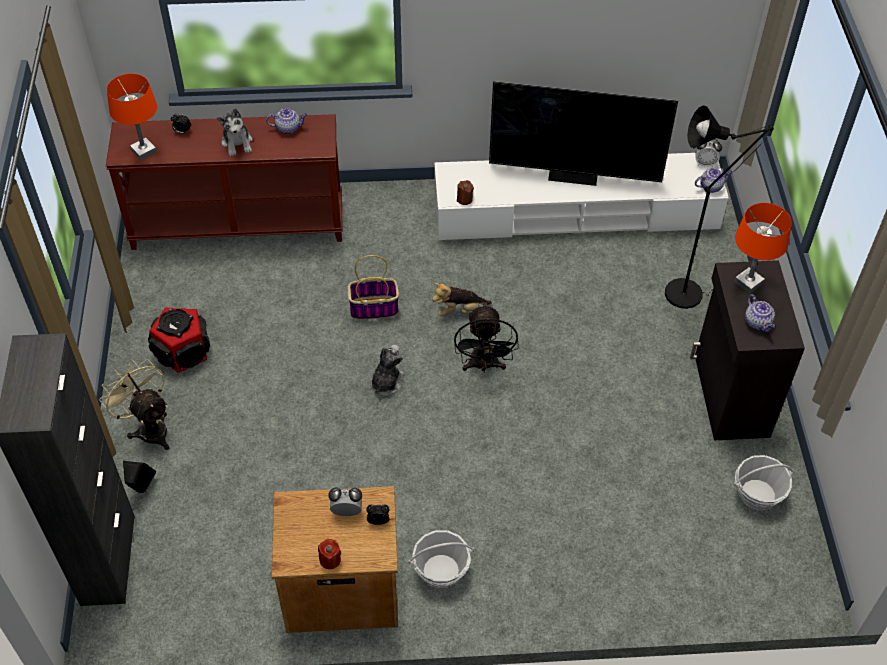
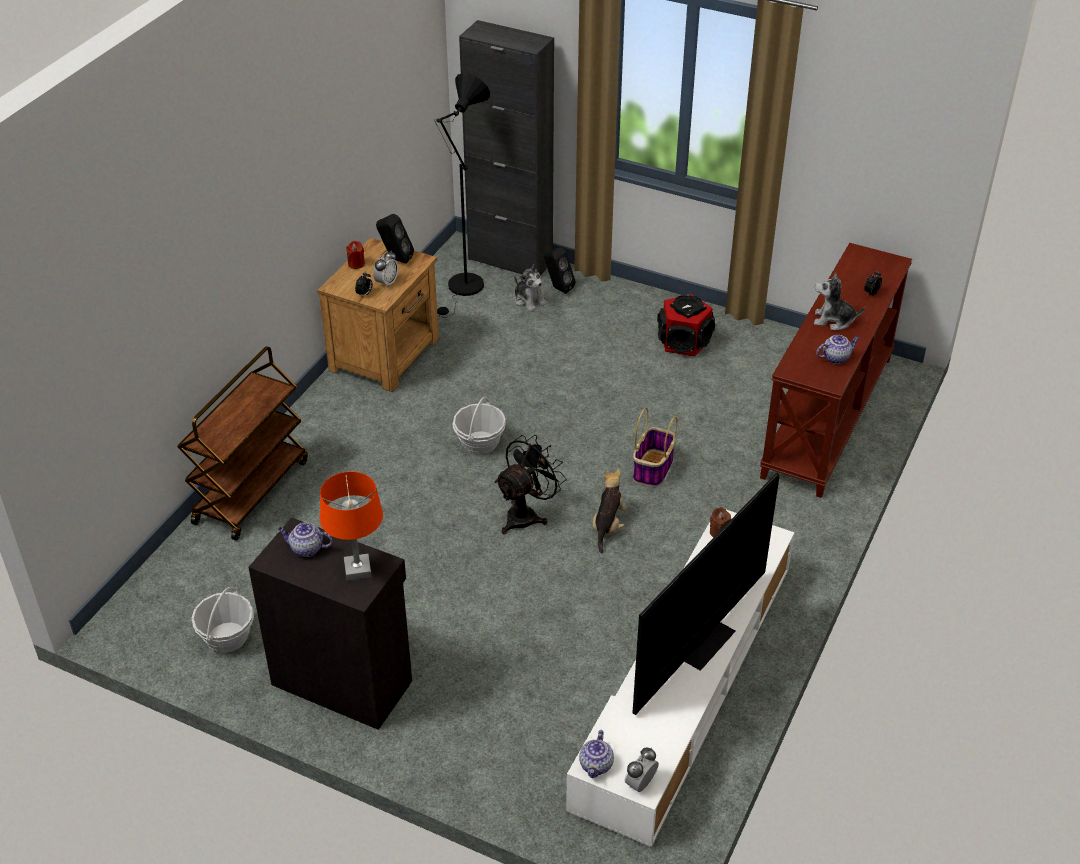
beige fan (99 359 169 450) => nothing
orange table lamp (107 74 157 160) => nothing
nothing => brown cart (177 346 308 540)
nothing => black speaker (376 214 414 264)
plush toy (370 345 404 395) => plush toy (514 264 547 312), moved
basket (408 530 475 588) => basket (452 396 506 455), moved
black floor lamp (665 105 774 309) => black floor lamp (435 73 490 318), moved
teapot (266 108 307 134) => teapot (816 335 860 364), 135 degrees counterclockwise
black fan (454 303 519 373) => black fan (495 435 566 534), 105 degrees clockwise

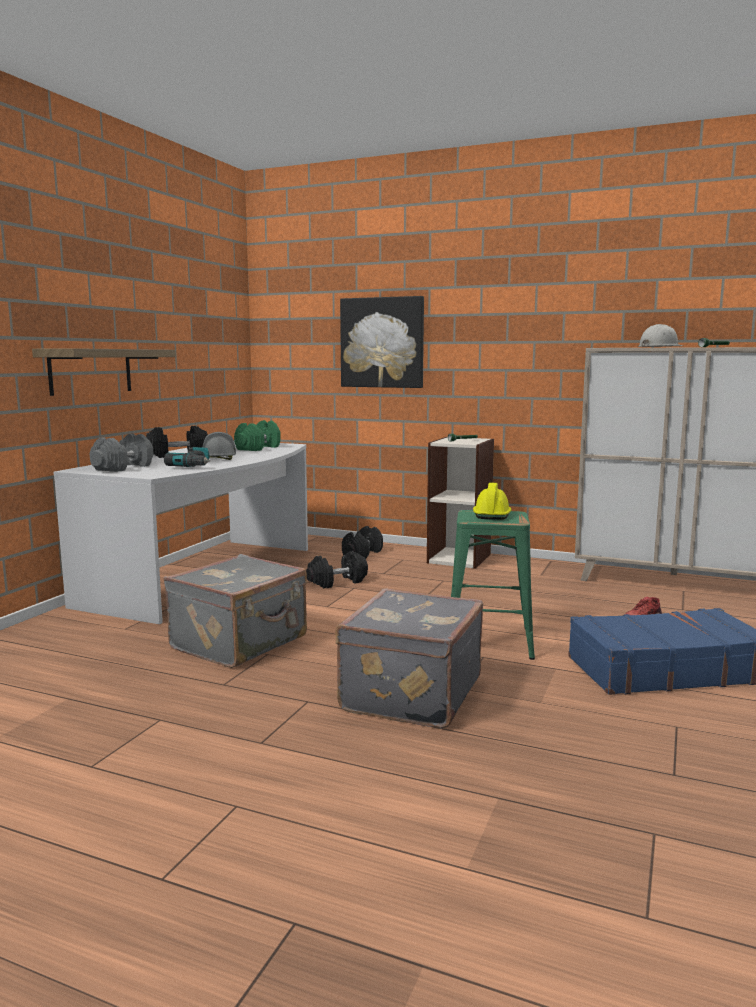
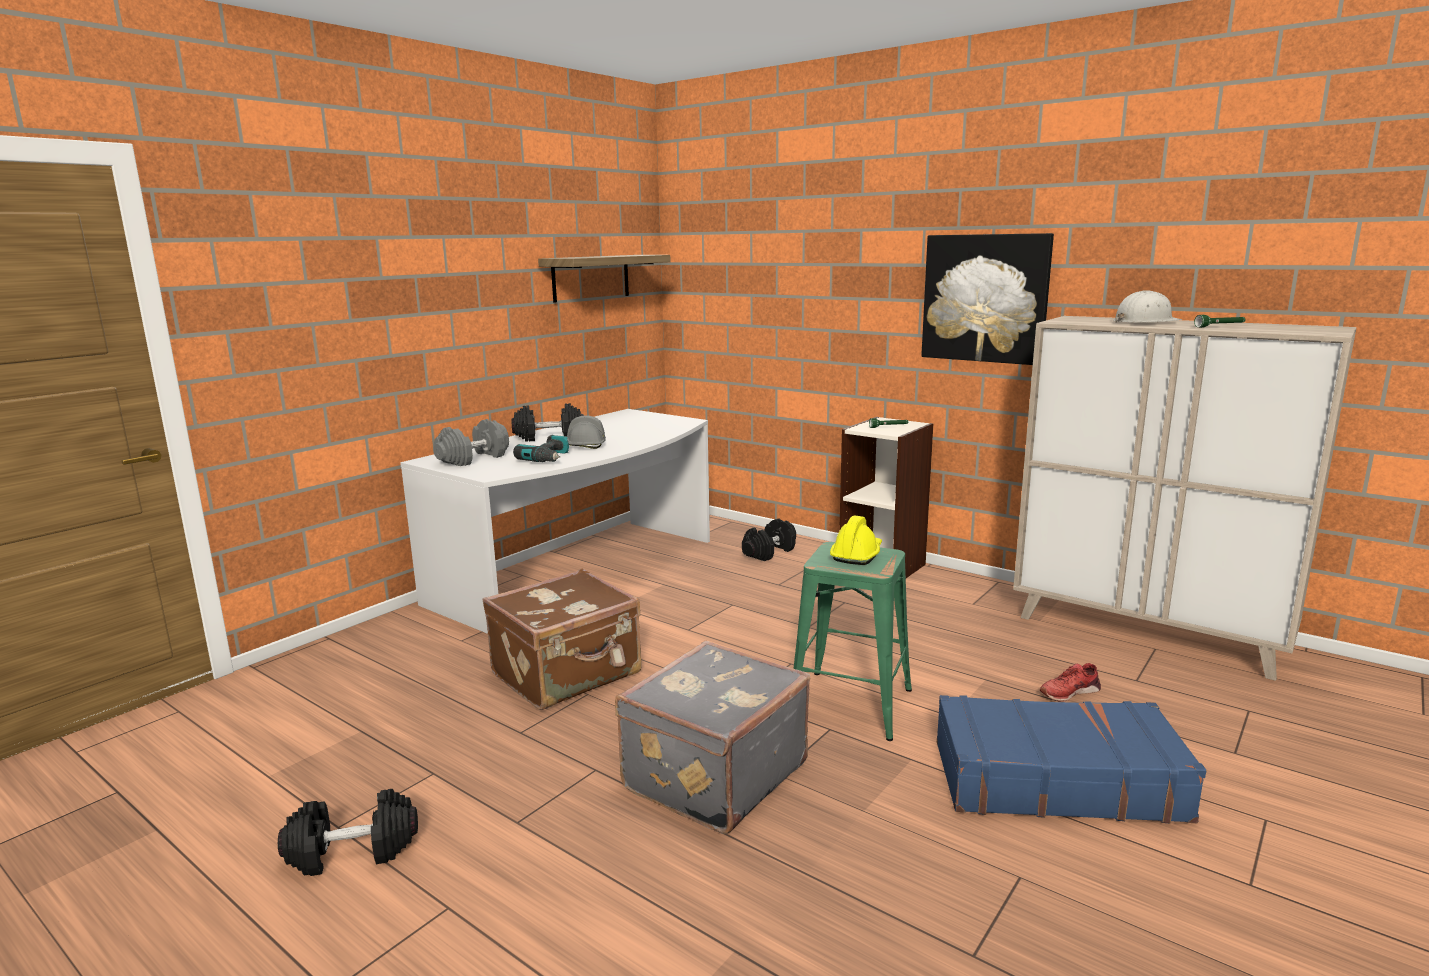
green dumbbell (234 420 281 451) => nothing
shelf (32 348 176 396) => shelf (538 255 671 303), moved
black dumbbell (306 551 368 588) => black dumbbell (278 789 418 876), moved
picture (340 296 424 388) => picture (921 233 1054 365), moved
grey suitcase (164 554 307 668) => brown suitcase (482 568 642 710)

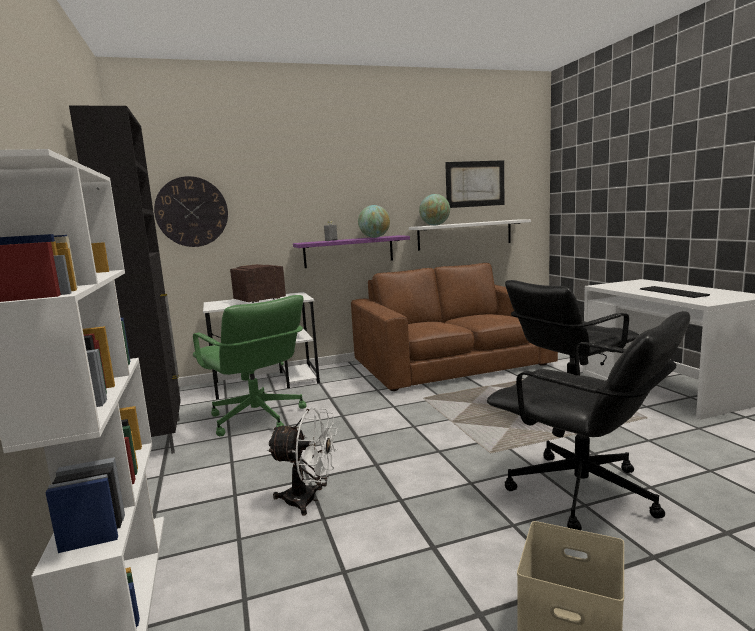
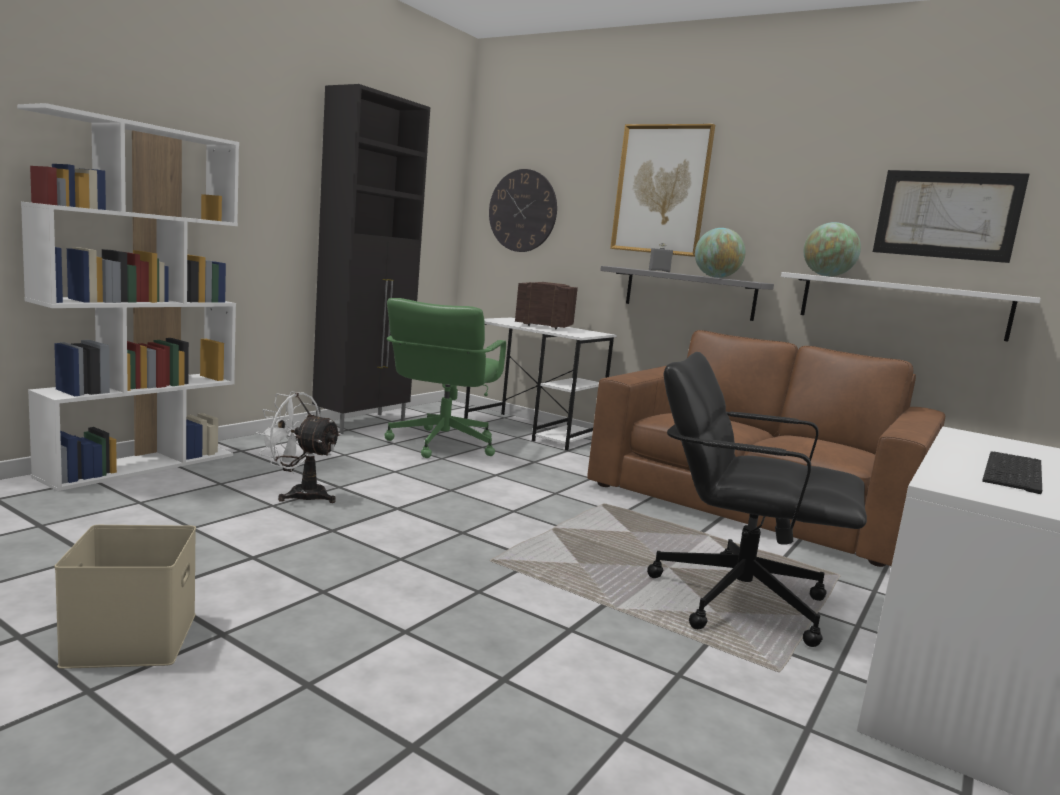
black office chair (487 311 690 530) => nothing
nothing => picture (610 124 715 257)
purple shelf (293 235 410 268) => grey shelf (600 266 774 321)
white fan (267 407 337 516) => white fan (256 391 342 503), 135 degrees clockwise

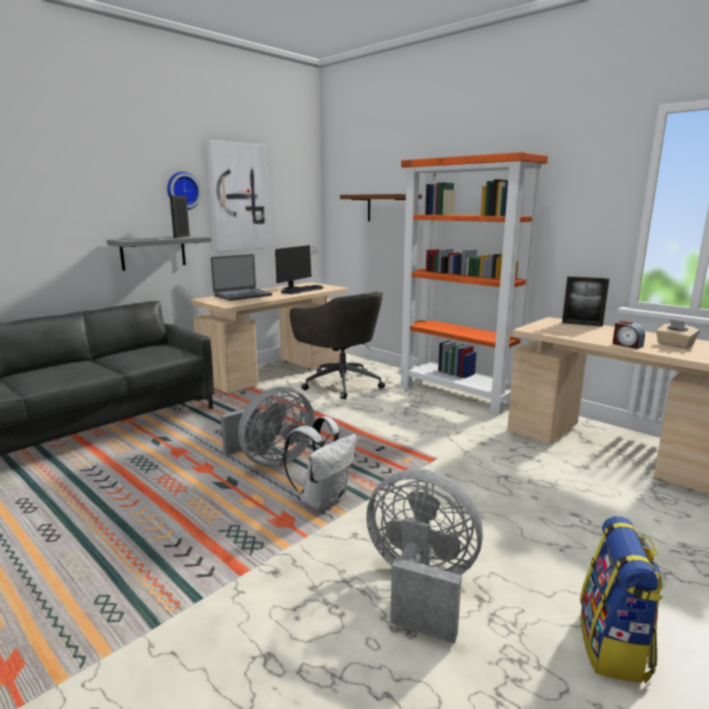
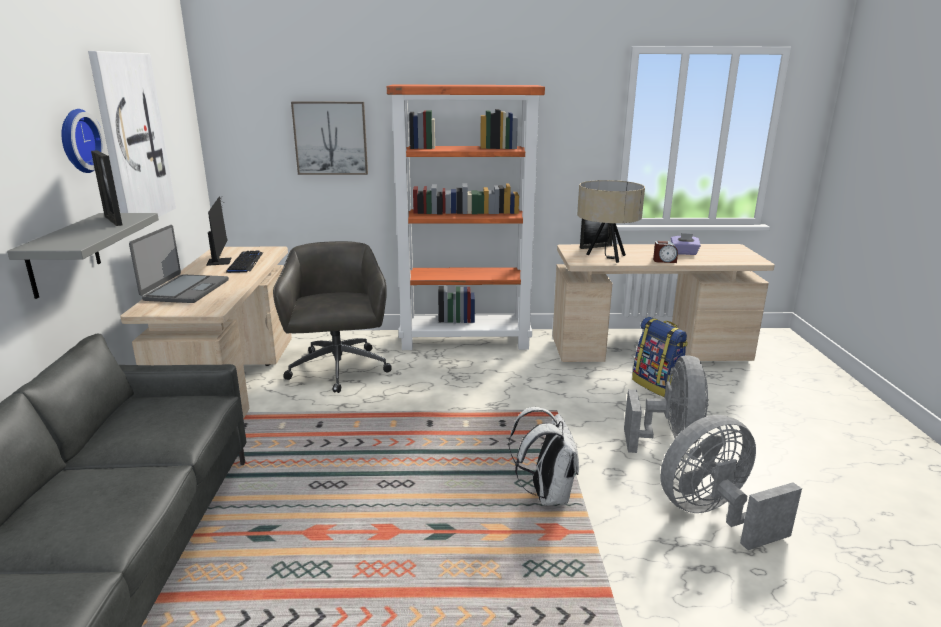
nothing => beige table lamp (577 180 645 263)
grey fan (220 387 315 468) => grey fan (624 355 709 453), moved
backpack (580 516 663 684) => backpack (632 317 688 397), moved
brown shelf (340 194 422 221) => picture (291 101 368 175)
beige tissue box (656 319 700 349) => purple tissue box (671 233 701 255)
grey office chair (290 291 385 399) => grey office chair (273 241 392 393), 105 degrees counterclockwise

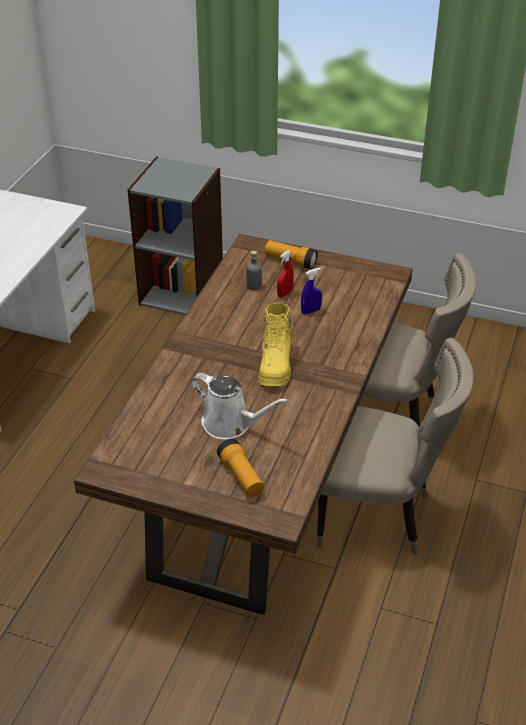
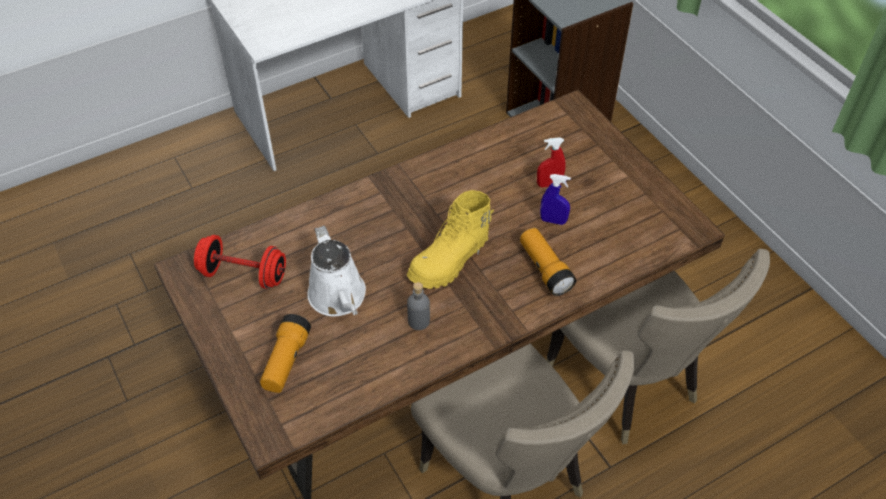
nothing => red dumbbell (194 235 286 289)
grey bottle (246 251 262 290) => grey bottle (407 282 430 330), moved
flashlight (265 240 318 269) => flashlight (520 228 576 296), moved

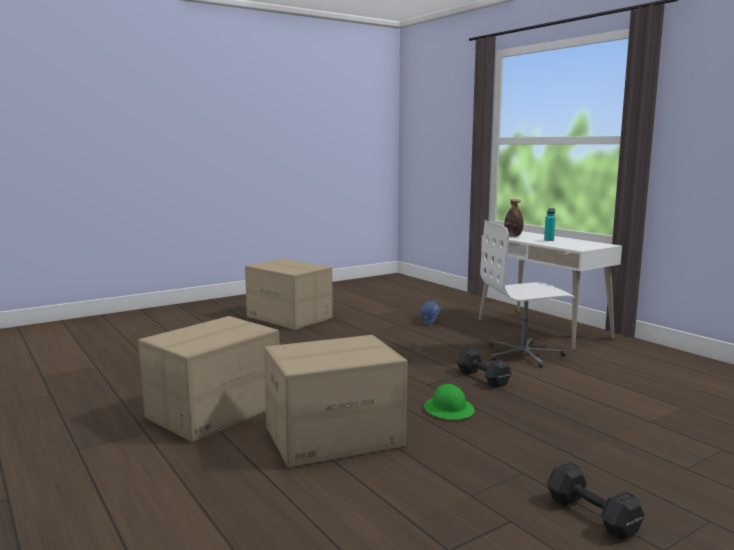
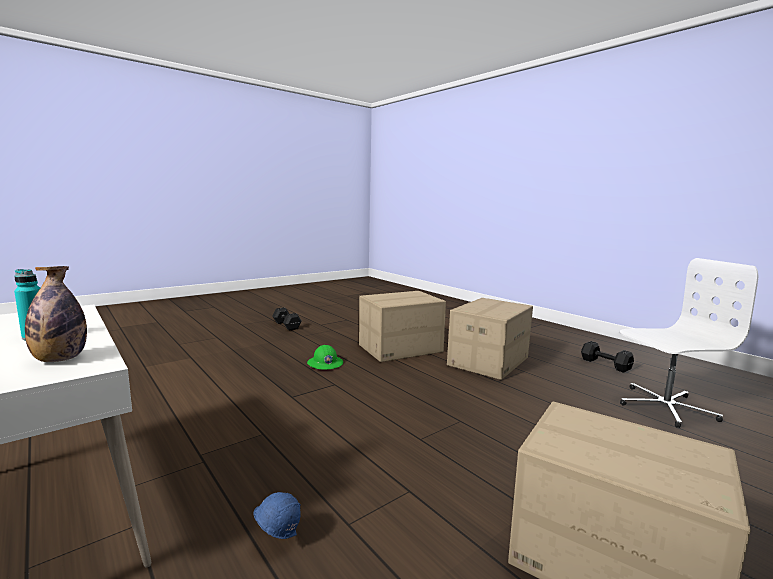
black dumbbell (457 348 511 388) => black dumbbell (581 341 634 373), moved
white office chair (480 220 575 368) => white office chair (619 258 758 428), moved

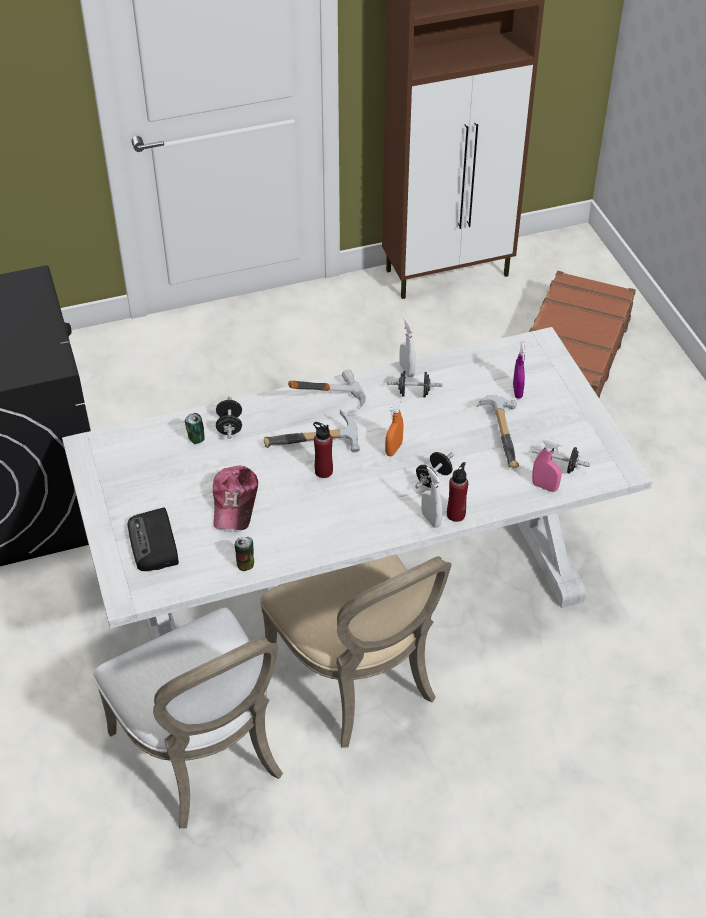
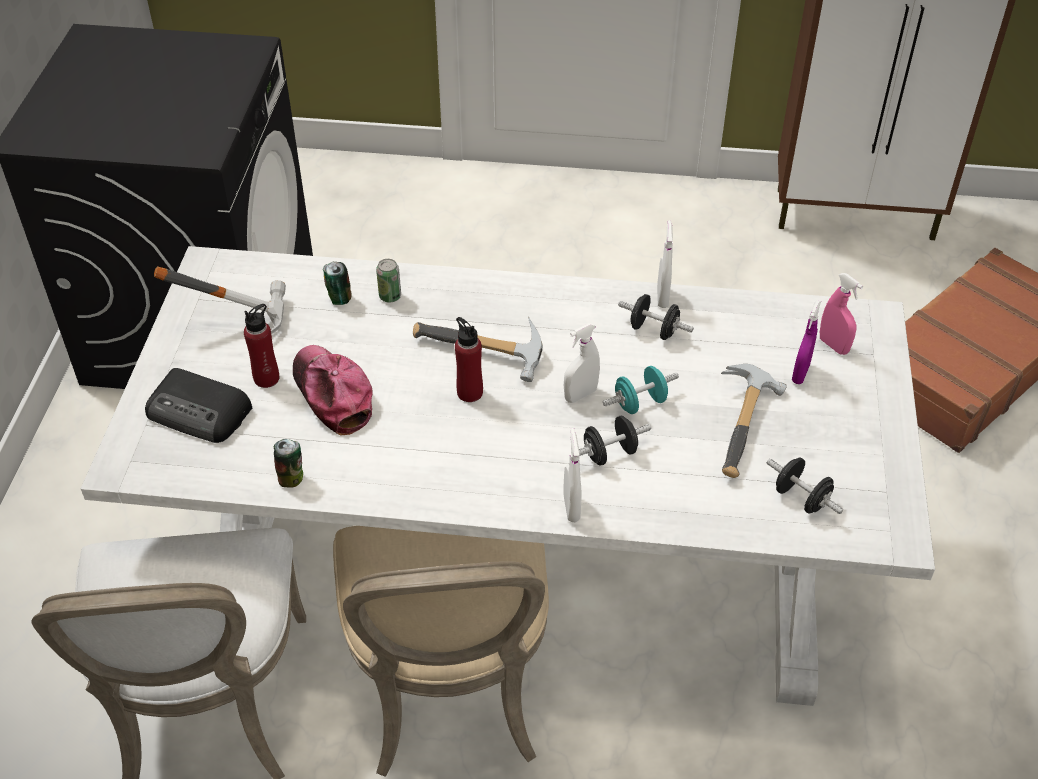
nothing => turquoise dumbbell (603 366 679 414)
hammer (288 369 366 410) => hammer (154 266 286 335), moved
red bottle (447 462 468 522) => red bottle (244 304 279 388), moved
pink spray bottle (532 438 563 492) => pink spray bottle (820 273 863 355), moved
black dumbbell (216 396 242 439) => can (376 259 401 303)
orange spray bottle (385 399 404 456) => white spray bottle (564 323 600 403)
radio (128 507 179 571) => radio (145 368 252 443), 75 degrees counterclockwise
cap (213 465 258 530) => cap (293 345 373 436), 120 degrees clockwise

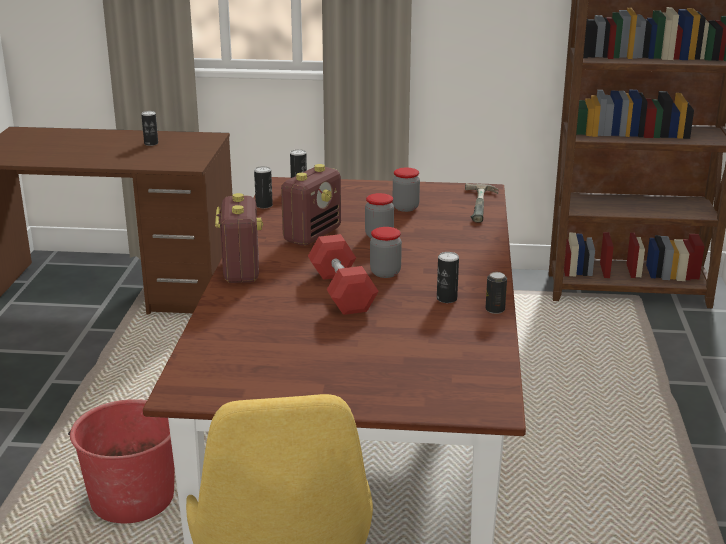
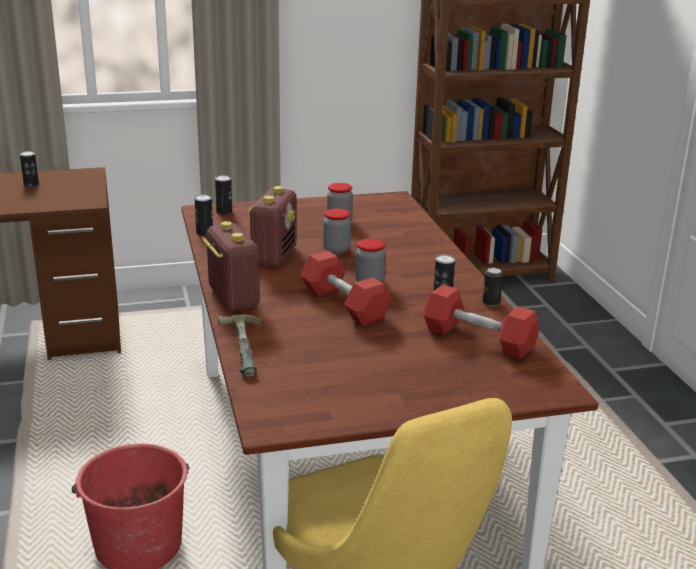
nothing => red dumbbell (423 285 539 359)
hammer (465 183 499 223) => hammer (218 314 262 377), moved

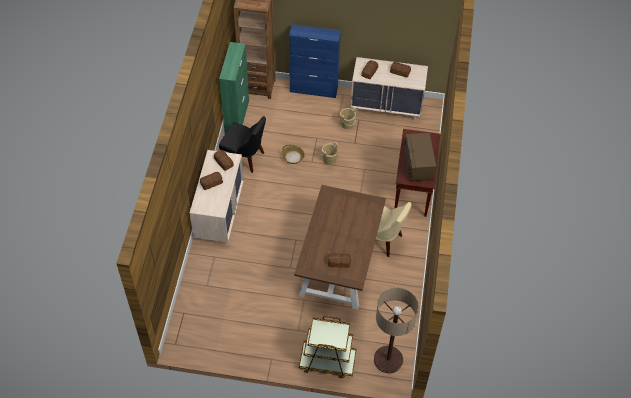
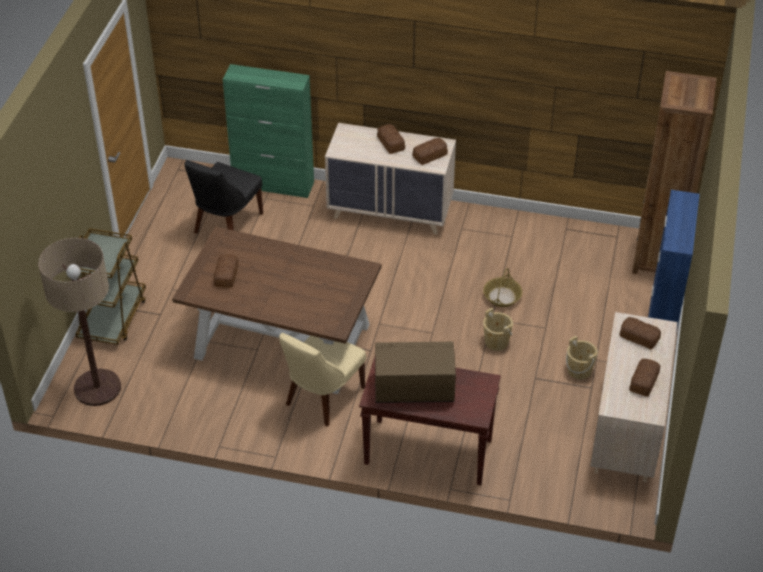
green cabinet (219 42 249 134) => green cabinet (223 64 314 198), moved
black chair (219 116 266 173) => black chair (184 160 263 234), moved

